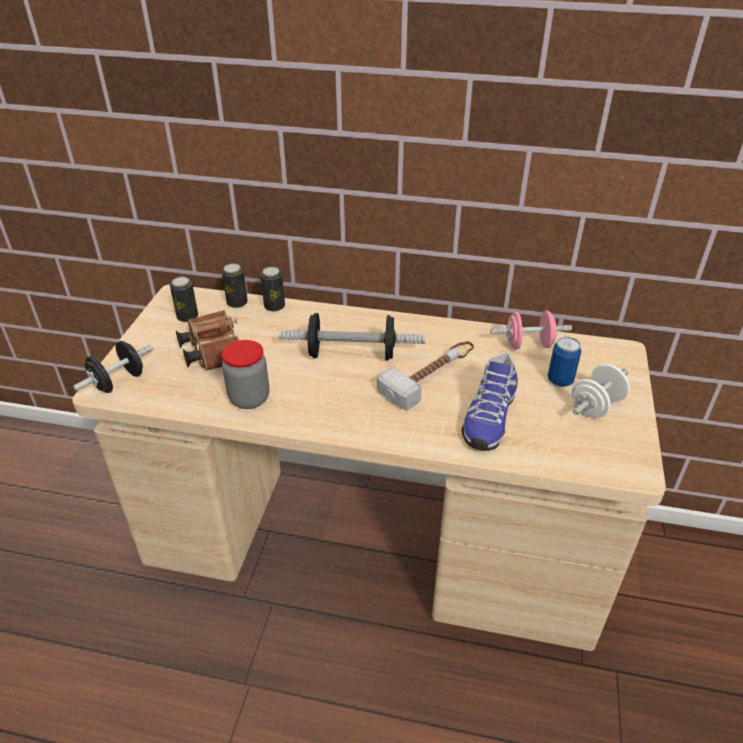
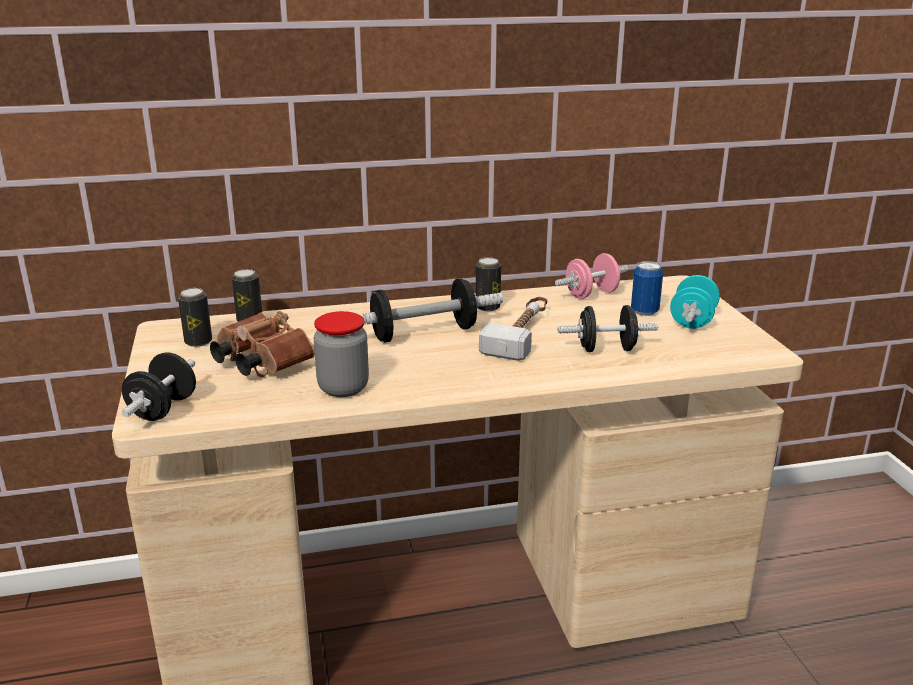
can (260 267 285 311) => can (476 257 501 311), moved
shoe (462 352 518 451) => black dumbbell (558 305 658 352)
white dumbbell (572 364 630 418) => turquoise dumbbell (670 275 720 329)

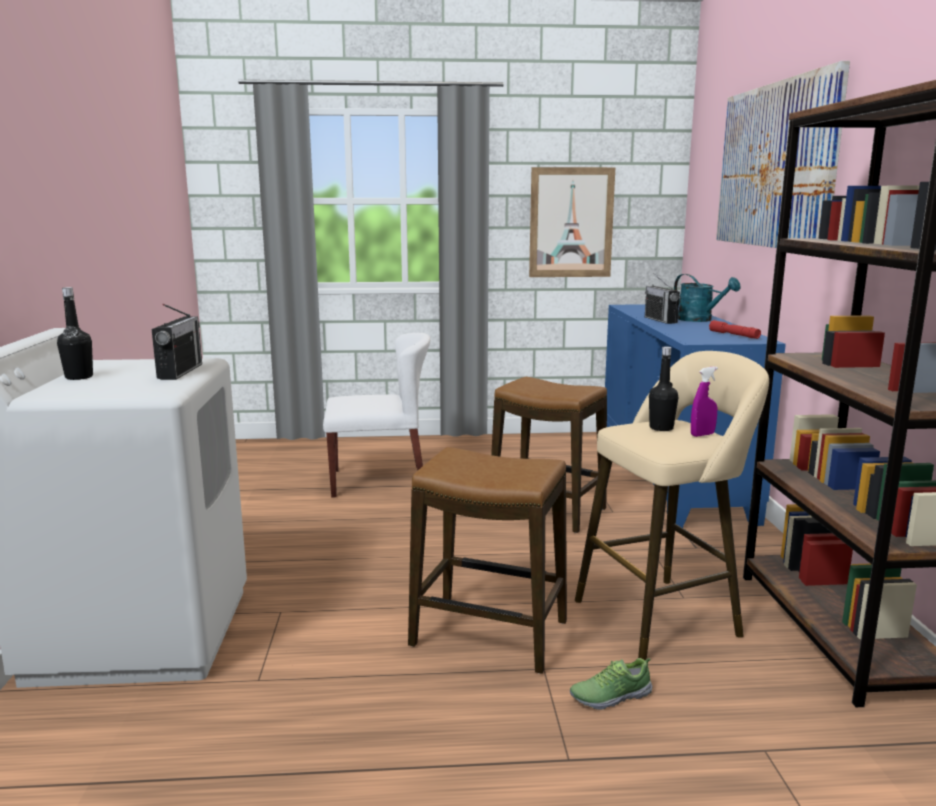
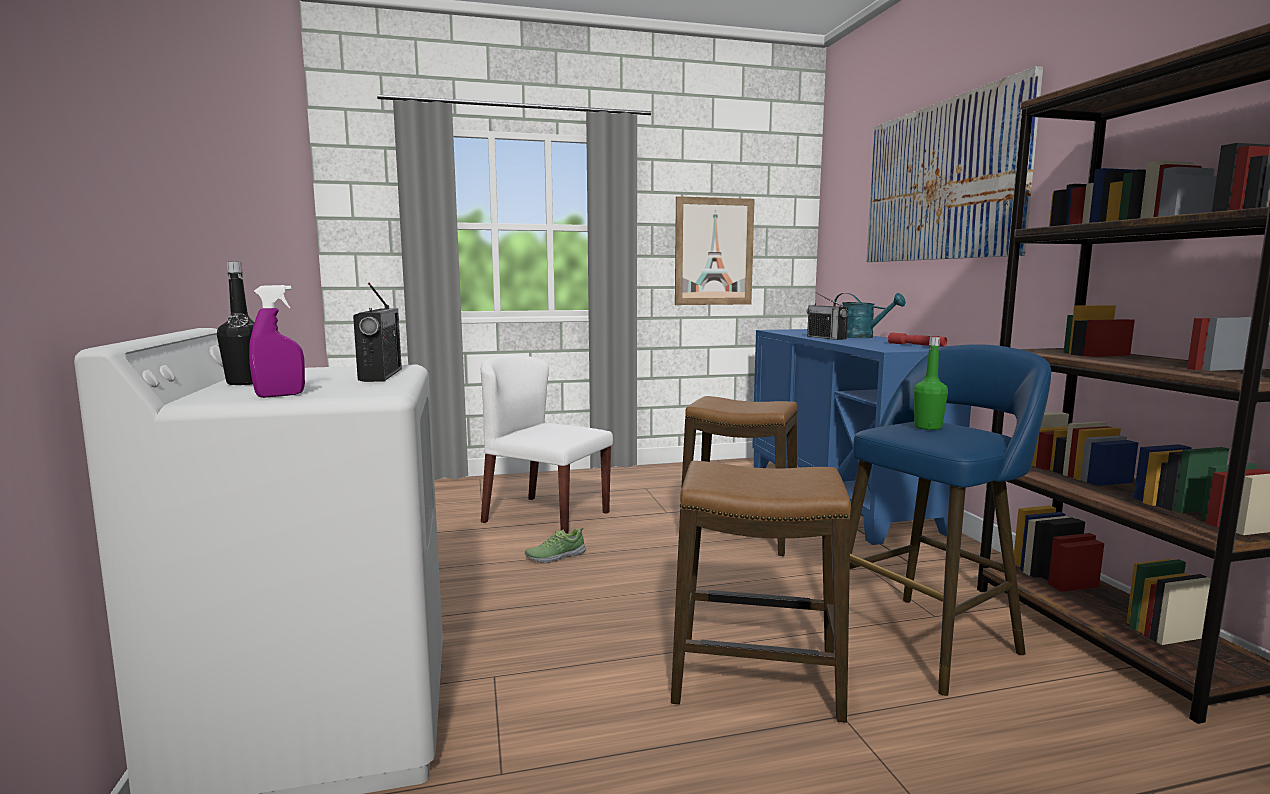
shoe (570 658 652 710) => shoe (525 528 586 563), moved
purple spray bottle (691 366 718 437) => purple spray bottle (249 285 305 398), moved
beige stool (575 351 769 660) => blue stool (850 344 1051 696)
black bottle (649 346 679 431) => green bottle (914 337 948 430)
white chair (323 333 430 498) => white chair (481 355 613 534), 135 degrees counterclockwise

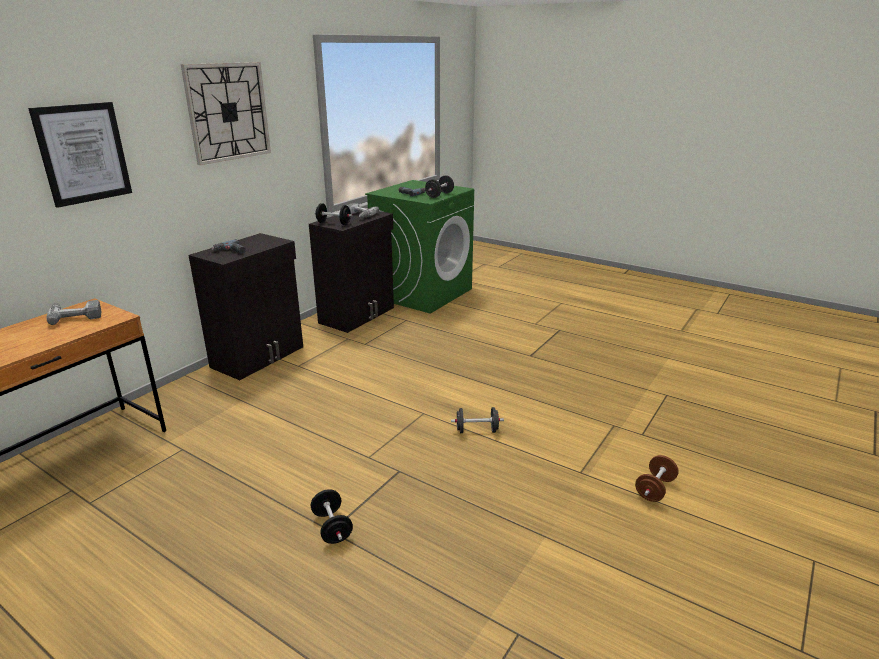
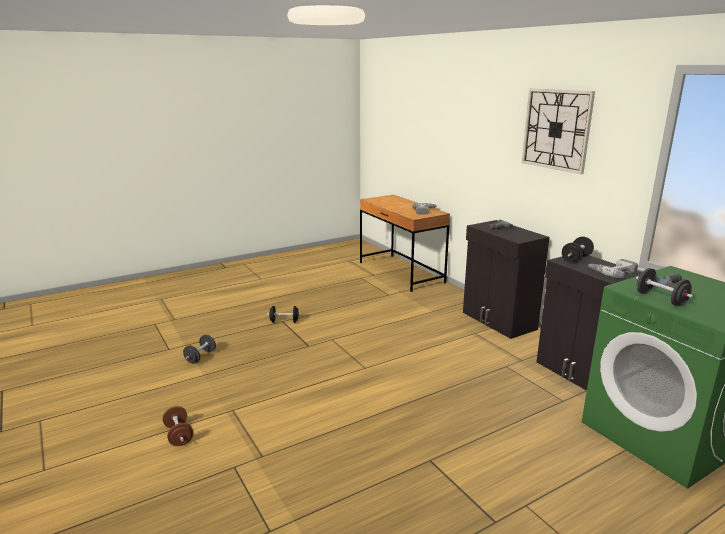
picture (28 102 132 208) => nothing
black dumbbell (451 407 504 433) => black dumbbell (183 335 216 364), moved

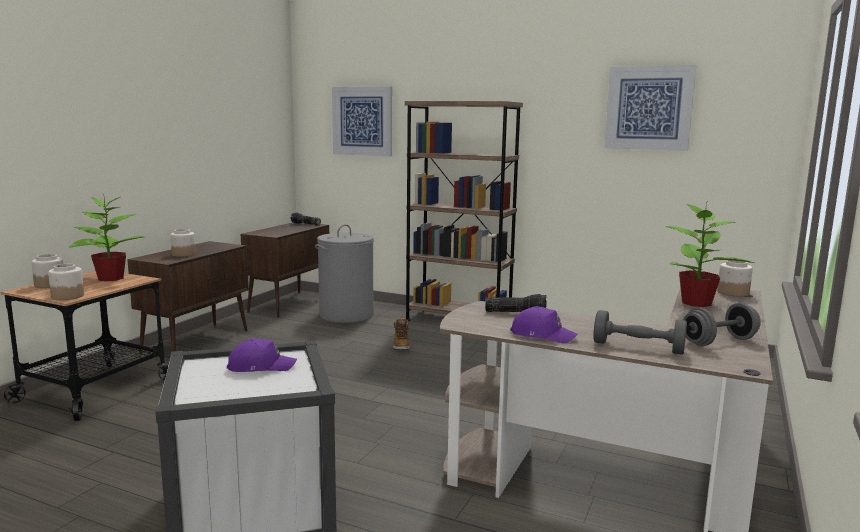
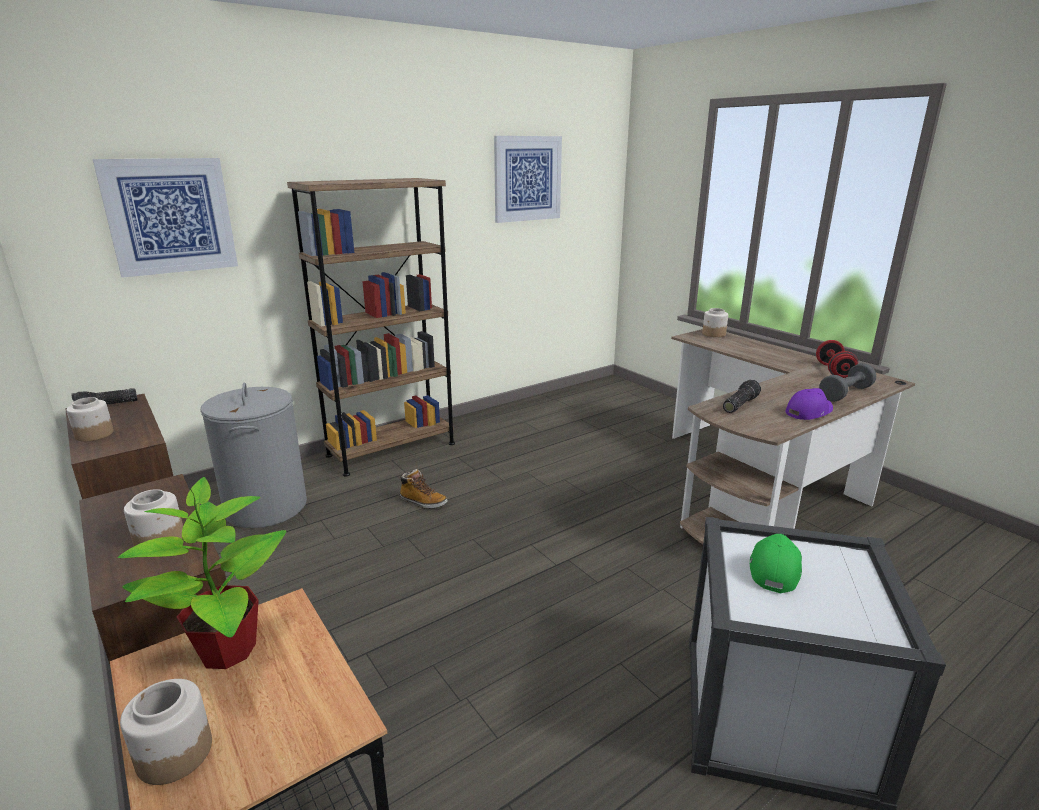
potted plant (666 203 754 307) => nothing
jar (48 264 84 300) => jar (66 397 114 442), moved
purple cap (227 339 297 372) => green cap (750 534 802 593)
grey dumbbell (683 303 761 346) => red dumbbell (816 340 858 378)

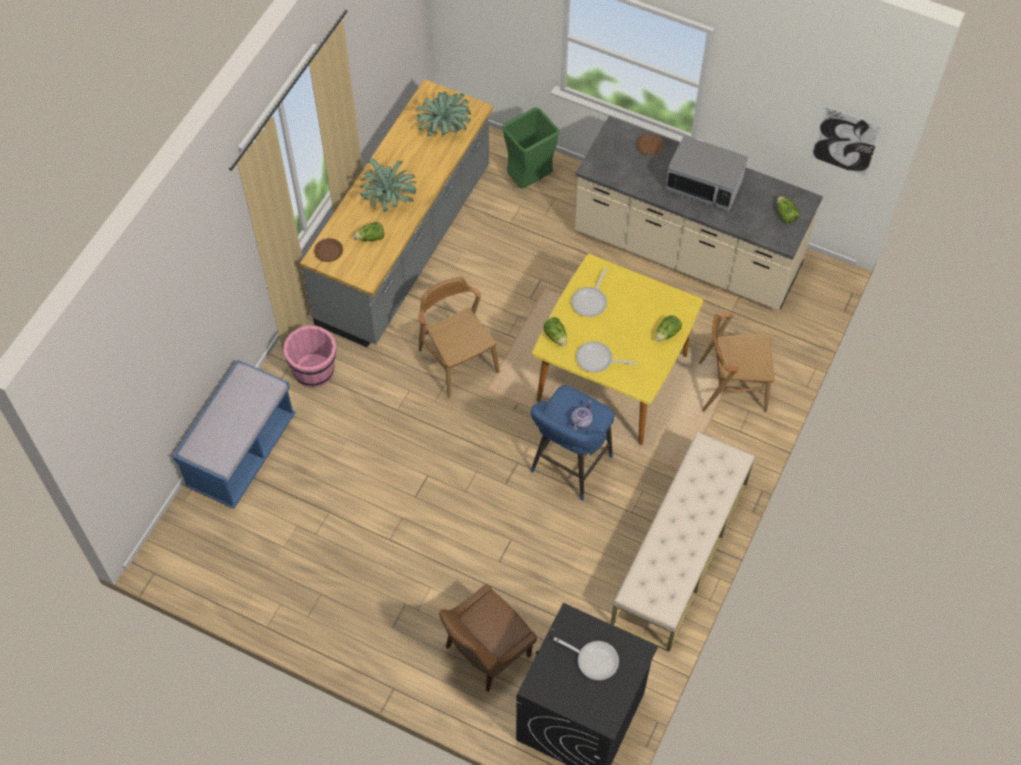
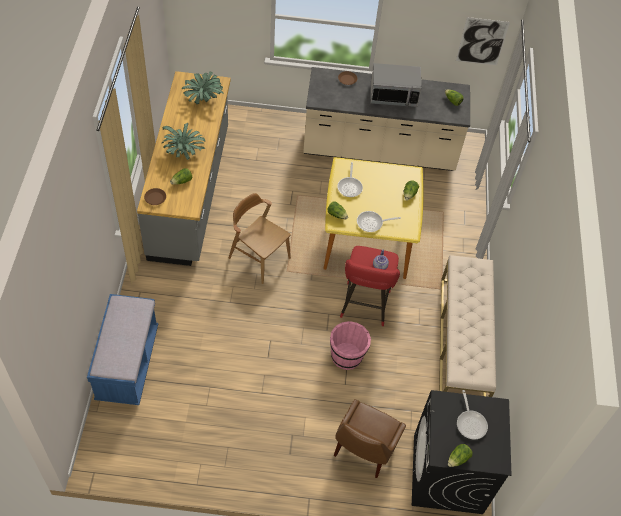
green trash can (502 107 560 189) => nothing
brown chair (699 312 775 412) => nothing
nothing => lettuce (448 444 473 467)
pink bucket (283 325 336 388) => pink bucket (330 321 371 370), moved
blue stool (531 385 614 500) => red stool (340 246 400 326)
frying pan (554 637 619 680) => frying pan (457 390 488 440), 75 degrees clockwise

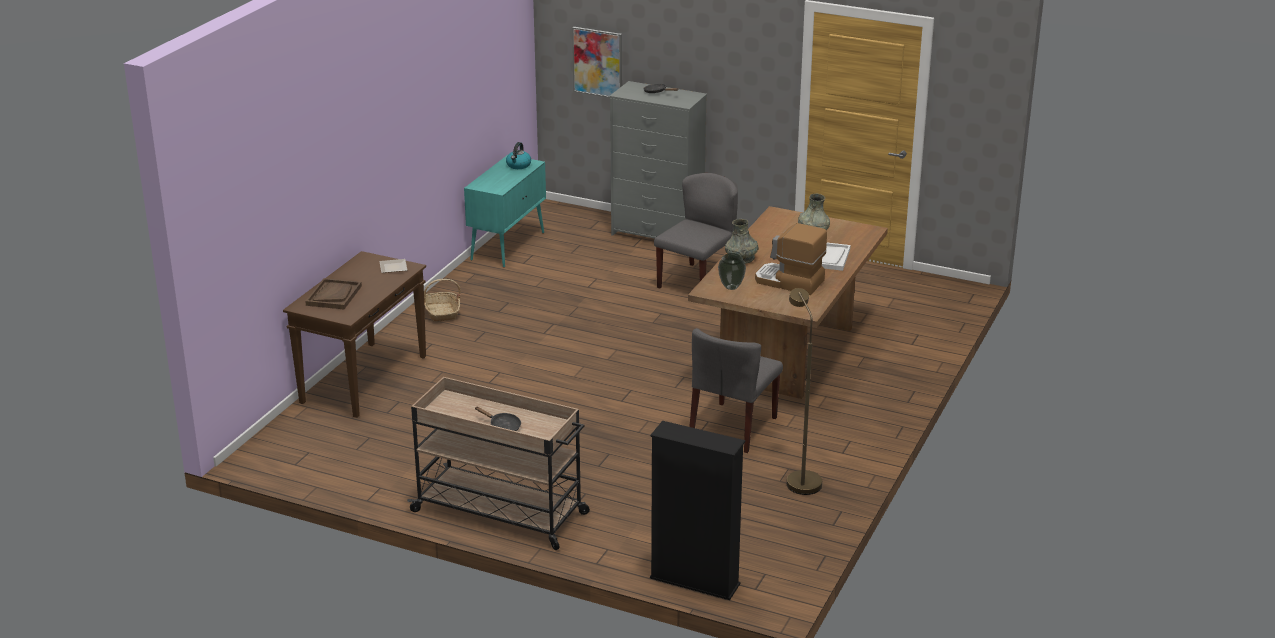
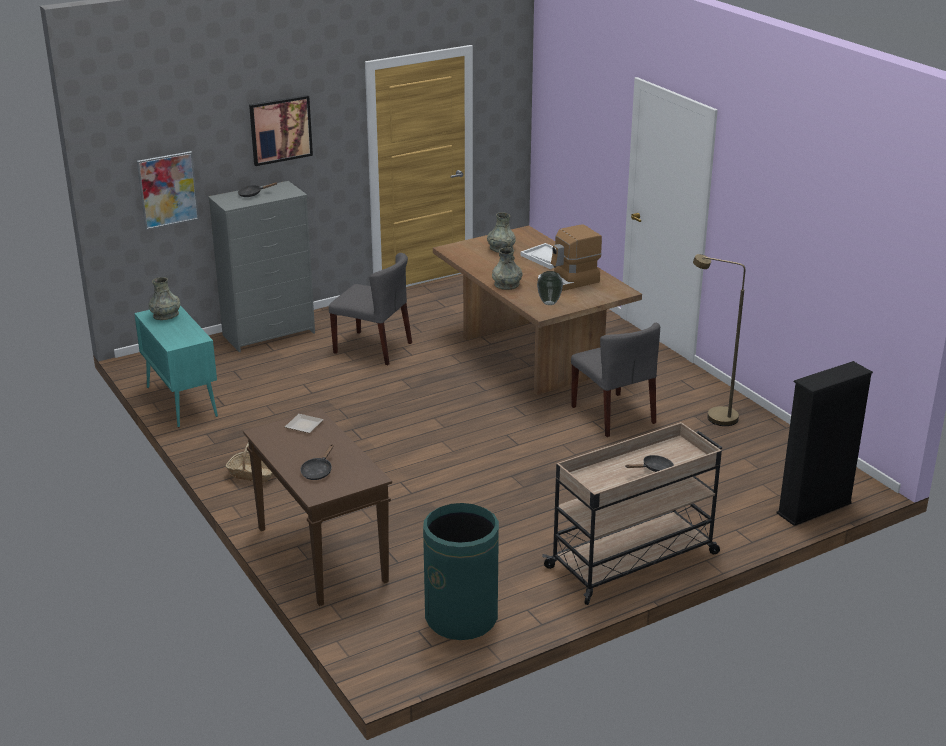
nothing => picture (249 95 313 166)
nothing => green trash can (423 503 499 640)
brown tray (305 278 362 309) => black frying pan (300 444 334 480)
kettle (506 142 531 169) => grey vase (149 277 181 320)
grey chair (654 173 738 289) => grey chair (329 253 412 365), 135 degrees clockwise

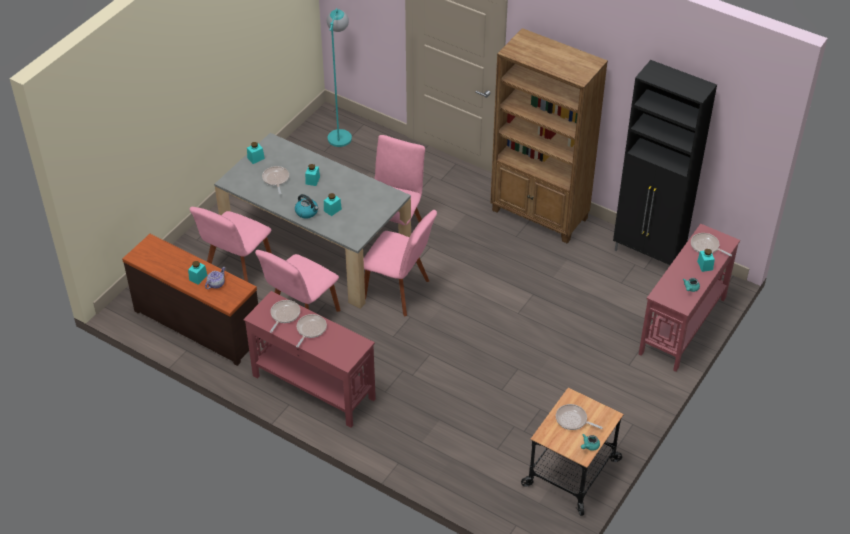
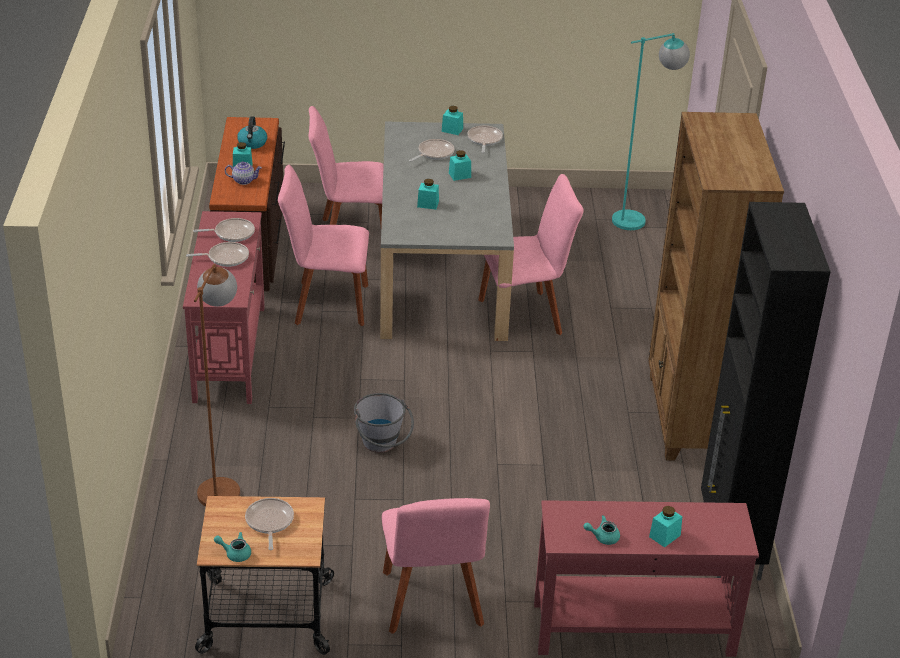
nothing => brown floor lamp (194 264 240 506)
nothing => grey bucket (354 393 414 453)
kettle (295 194 318 219) => kettle (237 116 267 149), moved
pink chair (364 210 437 317) => pink chair (382 498 490 634), moved
frying pan (691 233 732 256) => frying pan (467 126 503 153), moved

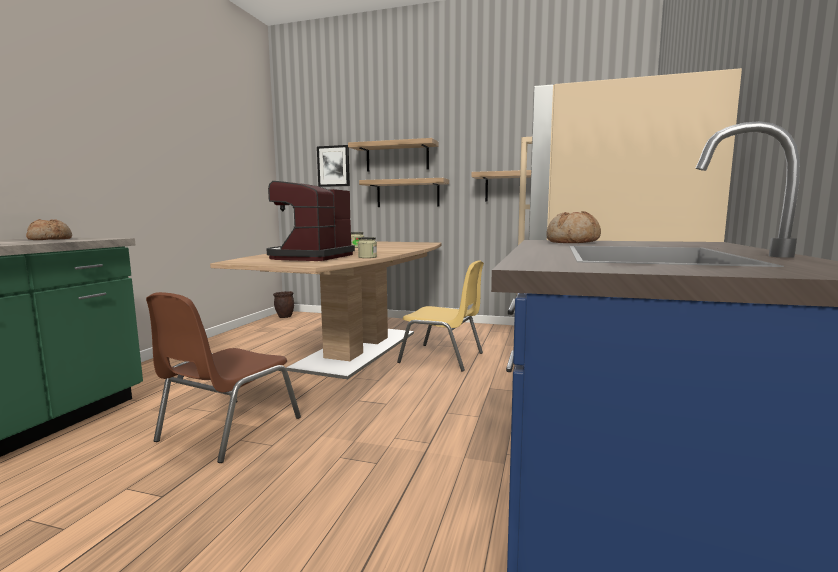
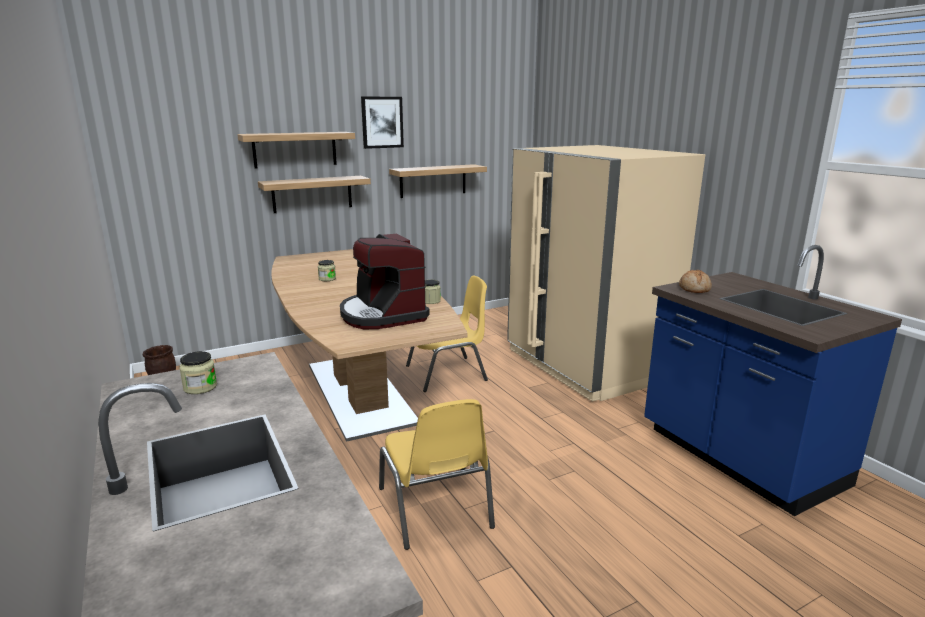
picture (317 145 350 187) => picture (361 97 404 149), moved
bread (26 219 72 240) => jar (179 351 217 394)
brown chair (146 292 301 463) => yellow chair (379 399 495 550)

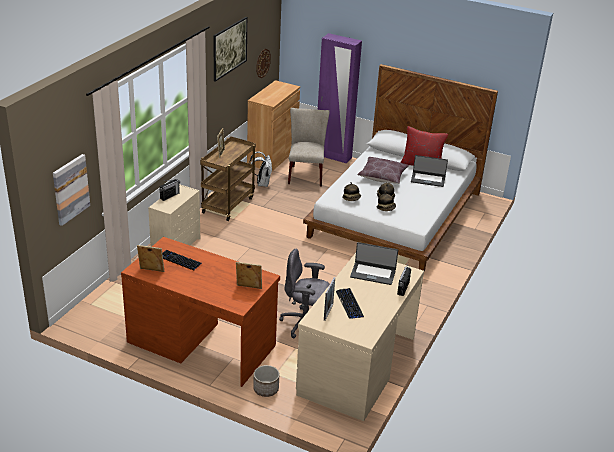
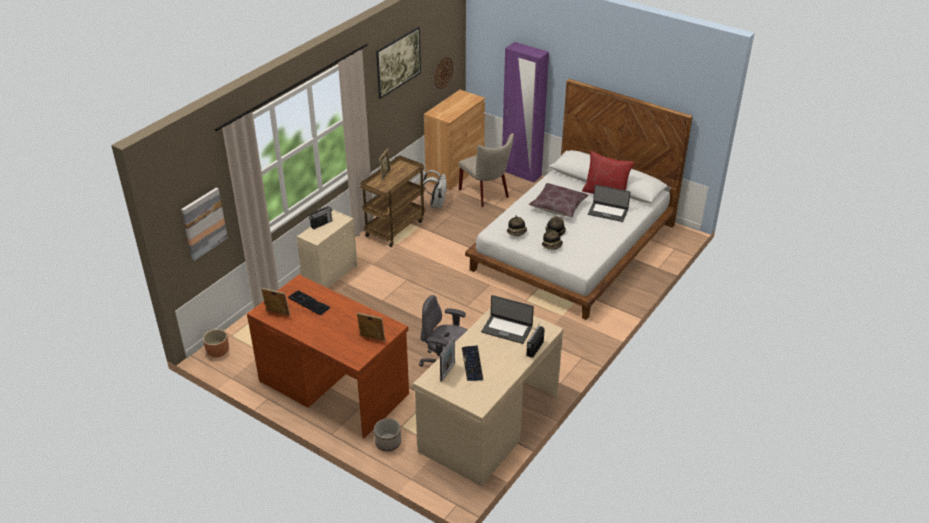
nothing => brown planter (203 329 229 357)
beige chair (288 108 329 186) => beige chair (459 133 514 207), 135 degrees clockwise

